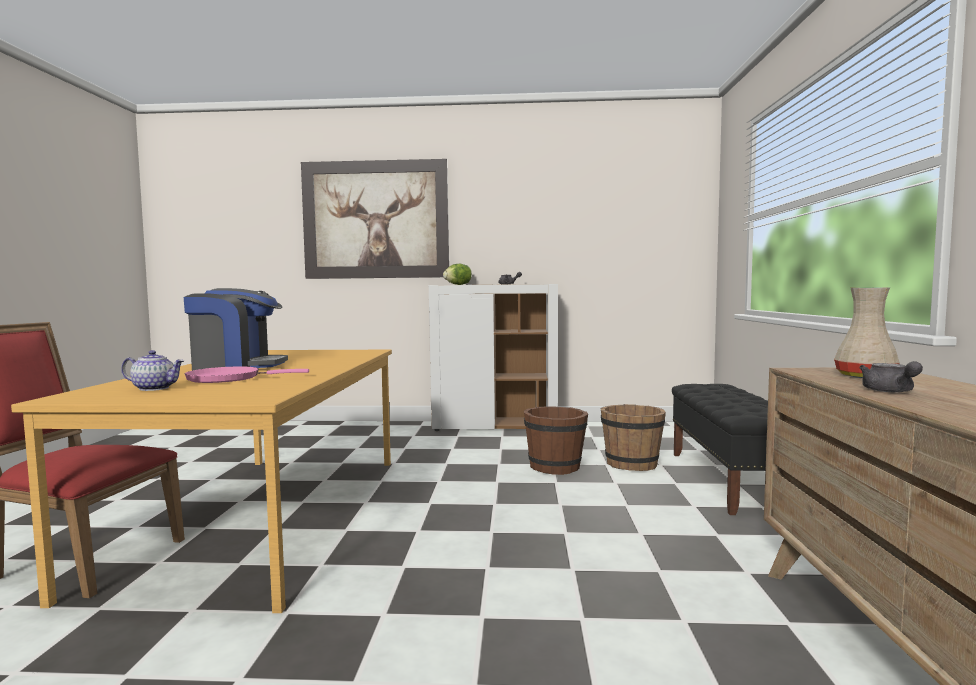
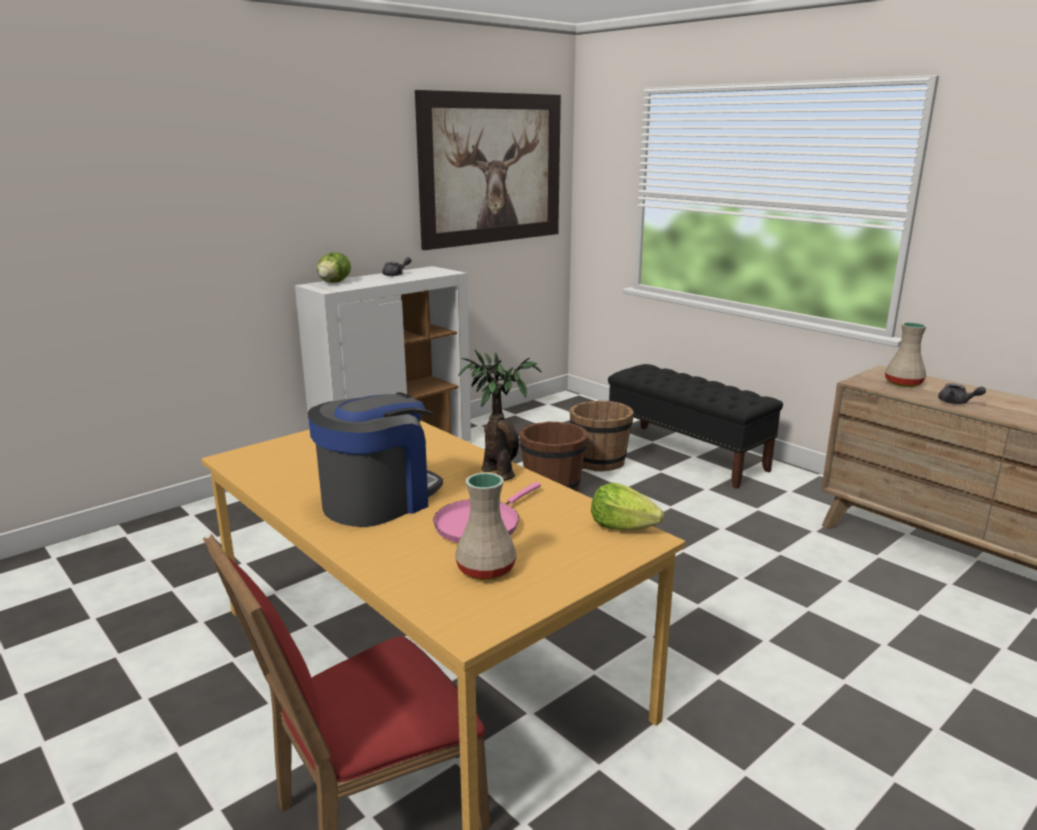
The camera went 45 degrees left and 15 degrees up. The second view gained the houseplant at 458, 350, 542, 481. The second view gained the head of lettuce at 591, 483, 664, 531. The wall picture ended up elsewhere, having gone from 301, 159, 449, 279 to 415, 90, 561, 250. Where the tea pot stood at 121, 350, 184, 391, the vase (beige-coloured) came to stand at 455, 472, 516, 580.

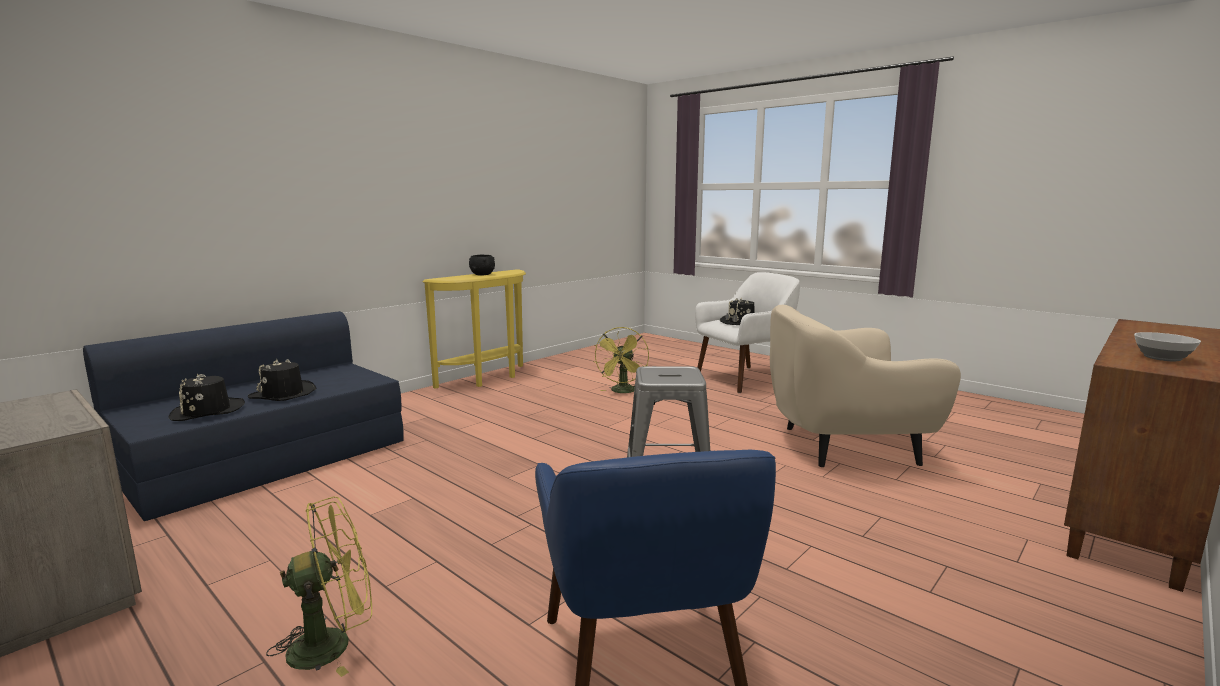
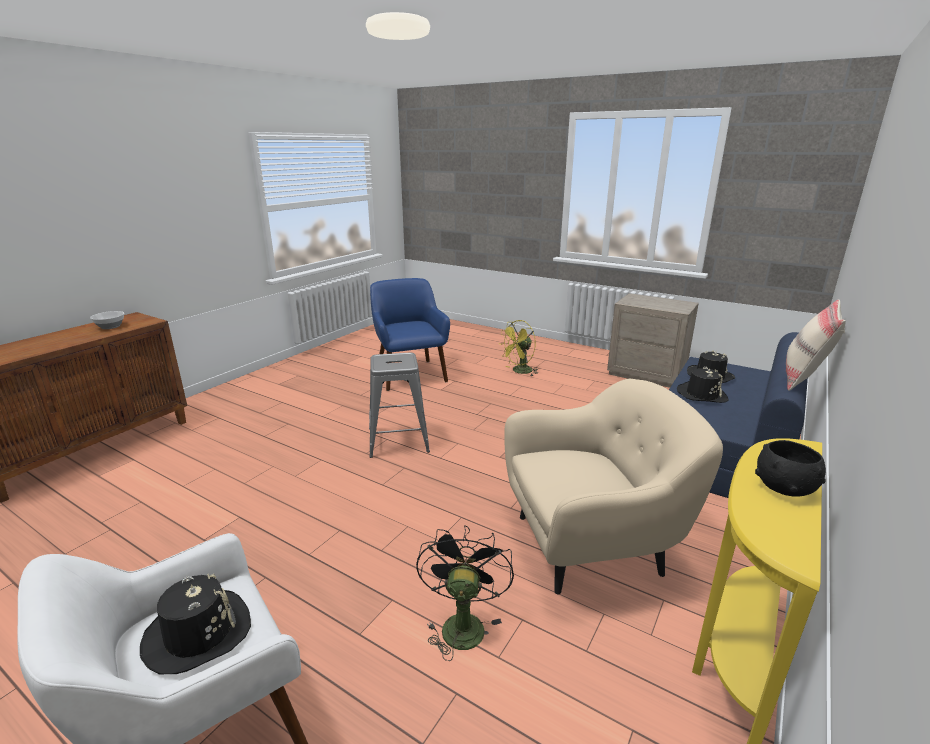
The camera went 170 degrees right and 10 degrees up. The second view gained the cushion (beige-coloured) at 786, 299, 846, 391. The armchair (beige-coloured) ended up elsewhere, having gone from 770, 305, 961, 467 to 505, 379, 723, 595. What was the fan (yellow-coloured) at 593, 327, 649, 393 turned into the fan (black) at 416, 525, 514, 661.

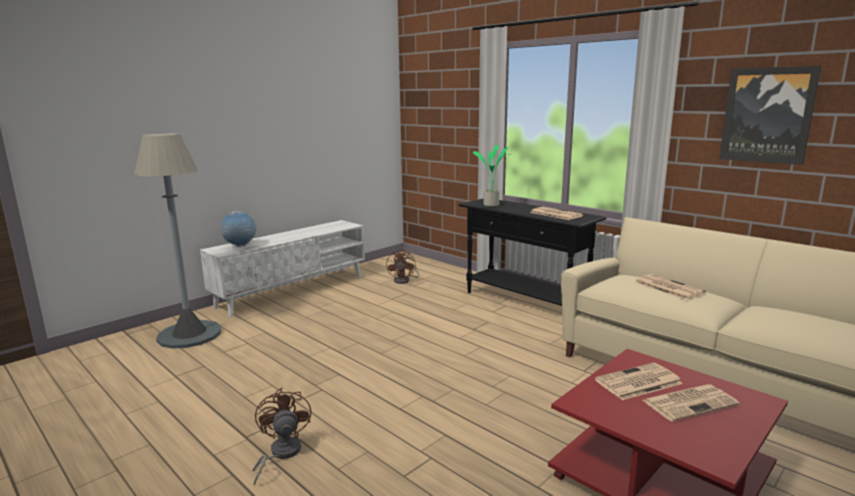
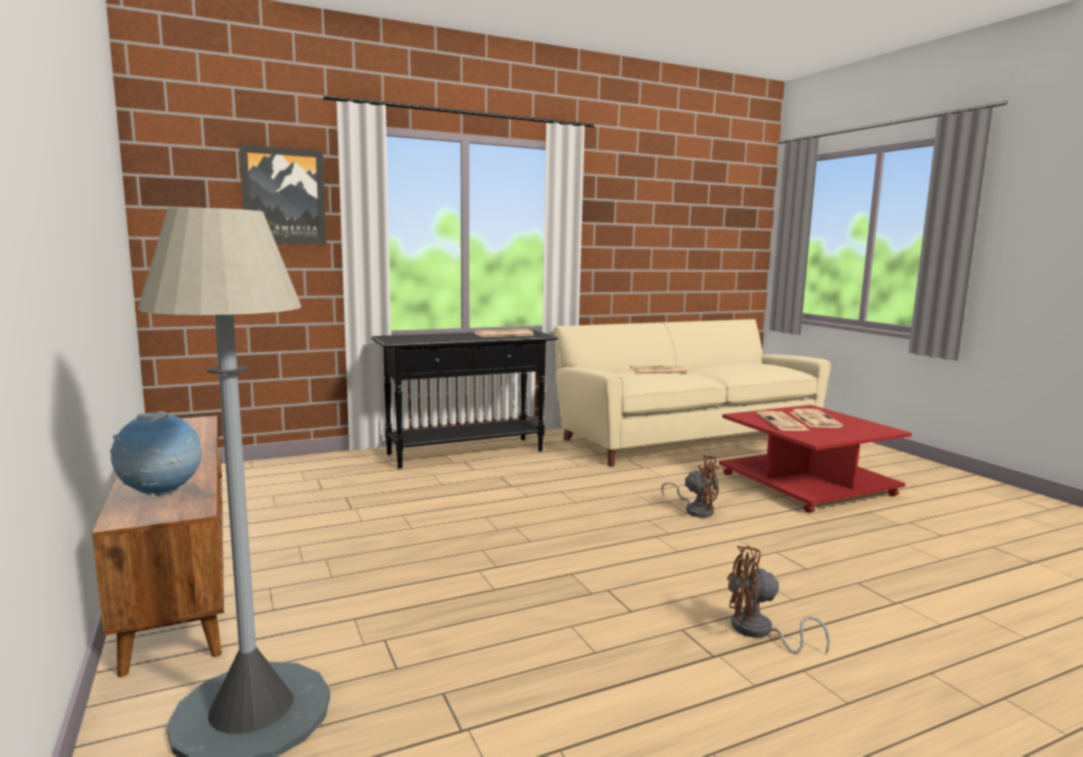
The camera went 70 degrees left and 5 degrees down. The second view lost the houseplant at 473, 145, 512, 207. The fan (brown-coloured) ended up elsewhere, having gone from 386, 249, 419, 284 to 661, 455, 719, 517. The wall picture ended up elsewhere, having gone from 719, 66, 821, 165 to 239, 144, 326, 245. What was the media console (white-coloured) at 200, 220, 365, 318 turned into the media console (brown-coloured) at 92, 416, 224, 677.

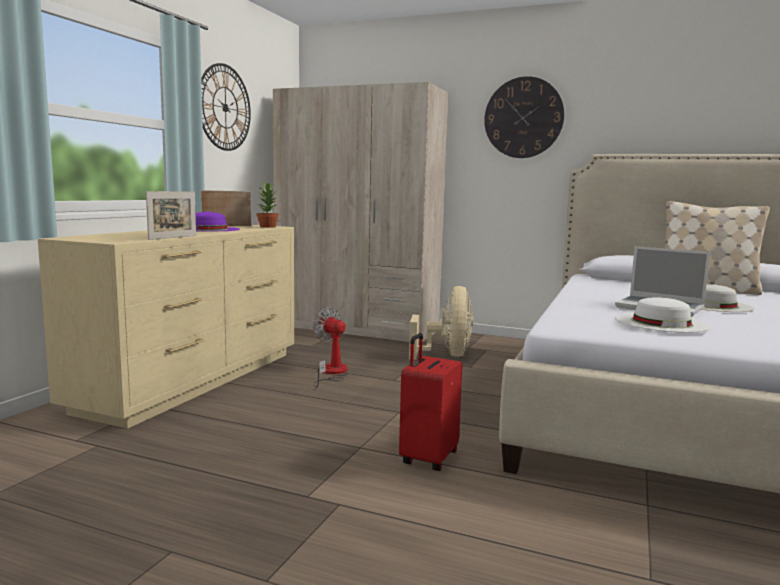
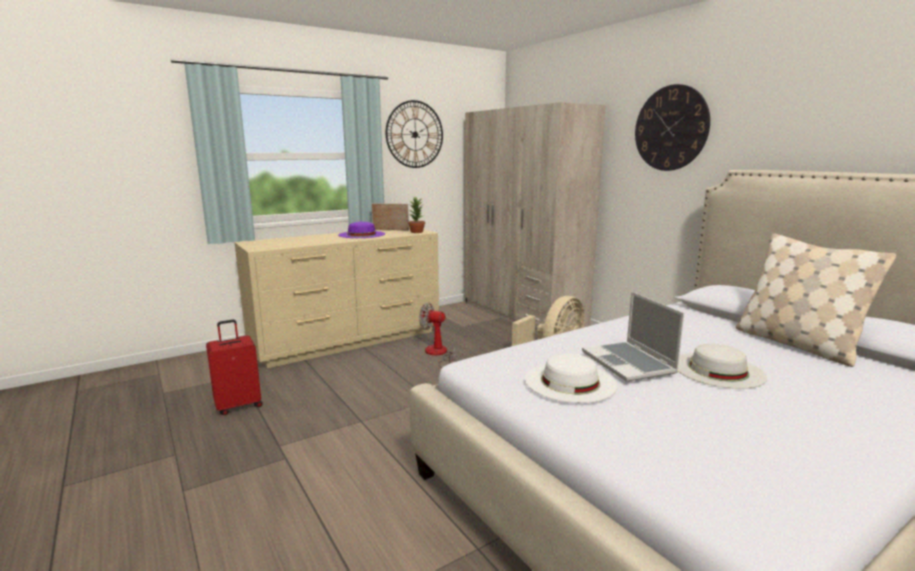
The camera went 35 degrees right and 5 degrees up. The second view lost the photo frame at 146, 191, 196, 240. The suitcase (red) ended up elsewhere, having gone from 399, 333, 463, 471 to 206, 320, 263, 415. The fan at 313, 307, 348, 388 ended up facing another way, 60 degrees counterclockwise from before.

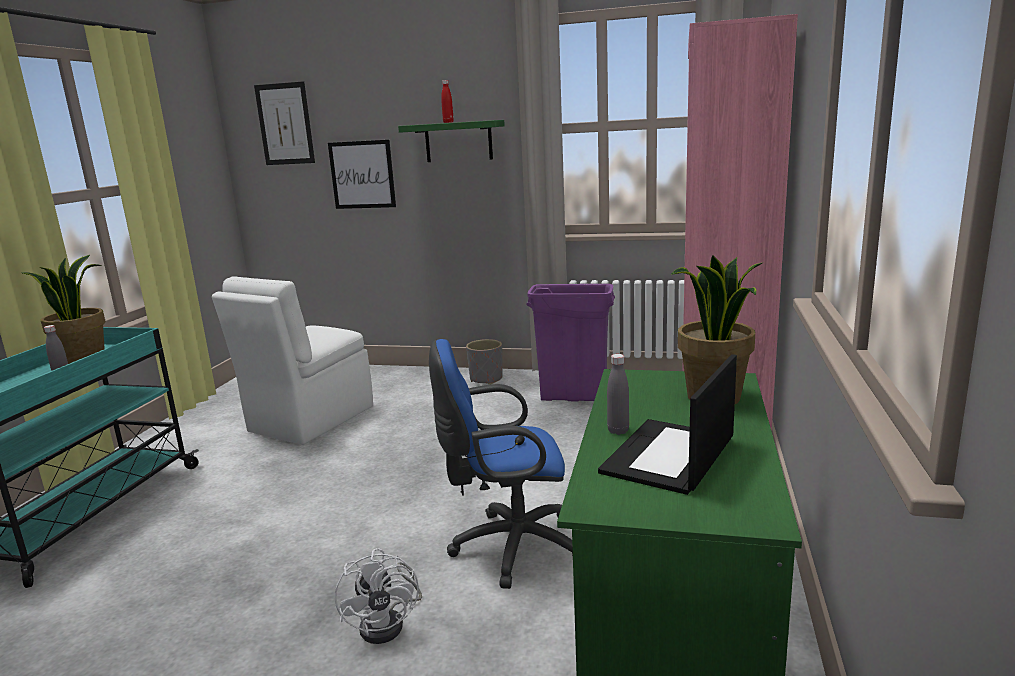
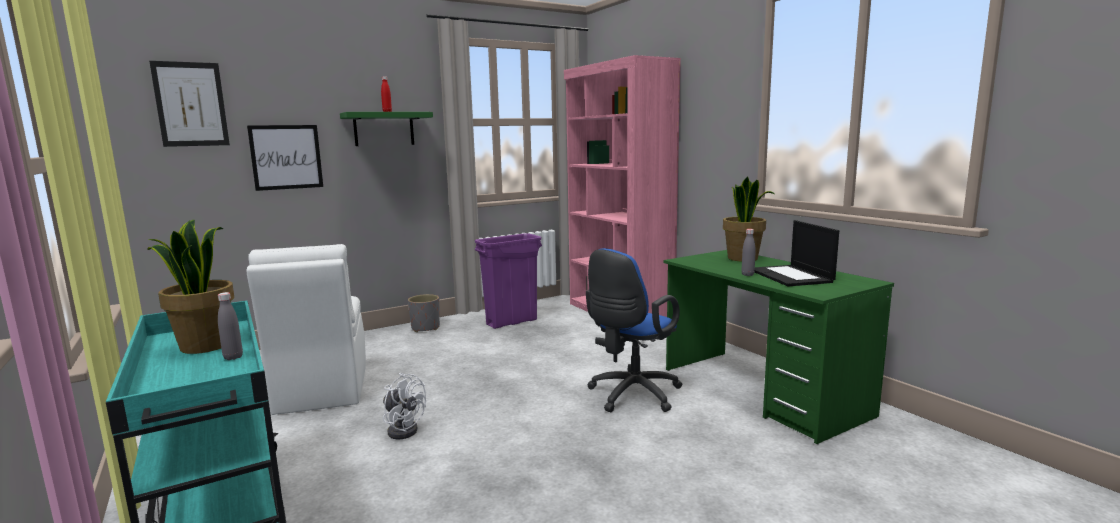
The camera went 45 degrees left and 5 degrees down. The fan (white-coloured) ended up elsewhere, having gone from 335, 548, 422, 644 to 383, 373, 426, 439.

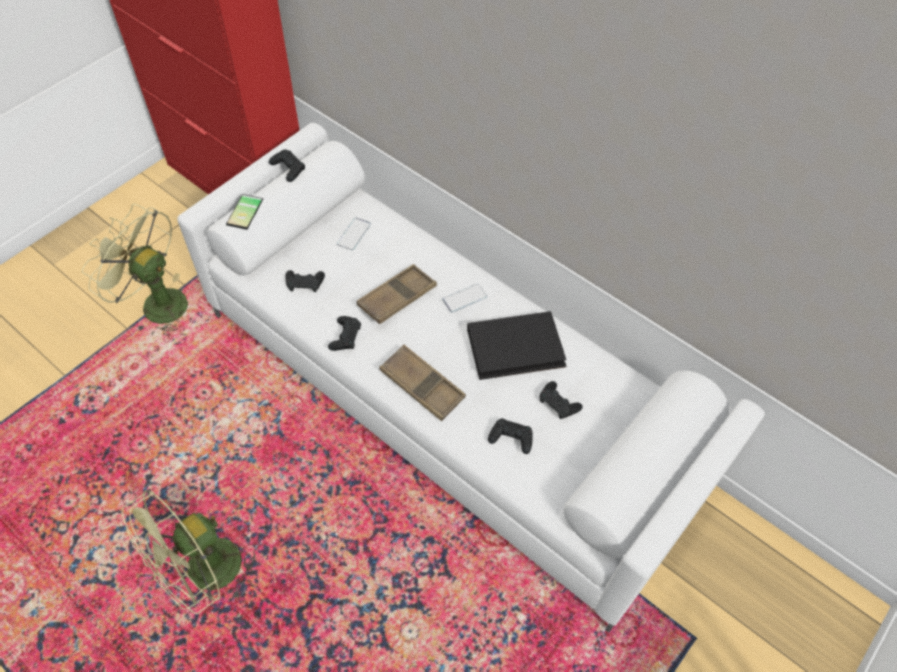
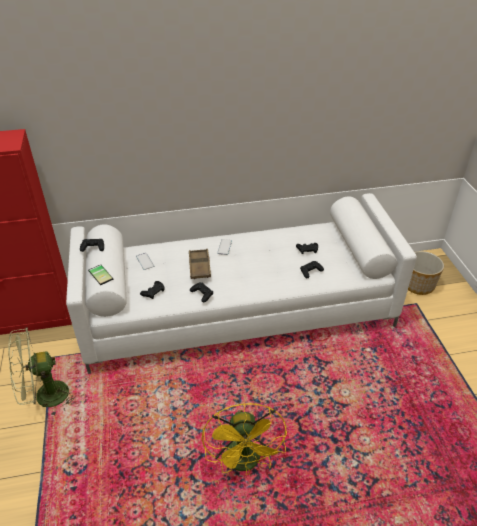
The camera went 50 degrees left and 15 degrees down. The second view lost the carrying tray (brown-coloured) at 379, 345, 466, 421. The second view lost the volume (black) at 467, 311, 567, 380. The second view gained the planter at 408, 251, 444, 295. What was the fan (greenish) at 121, 489, 256, 614 turned into the fan (yellow-coloured) at 202, 403, 287, 476.

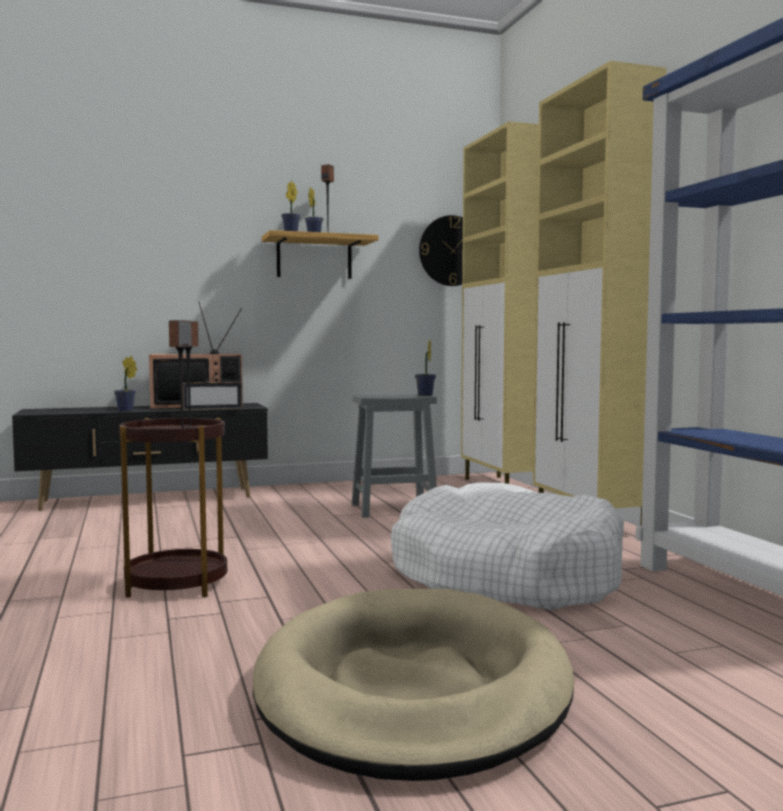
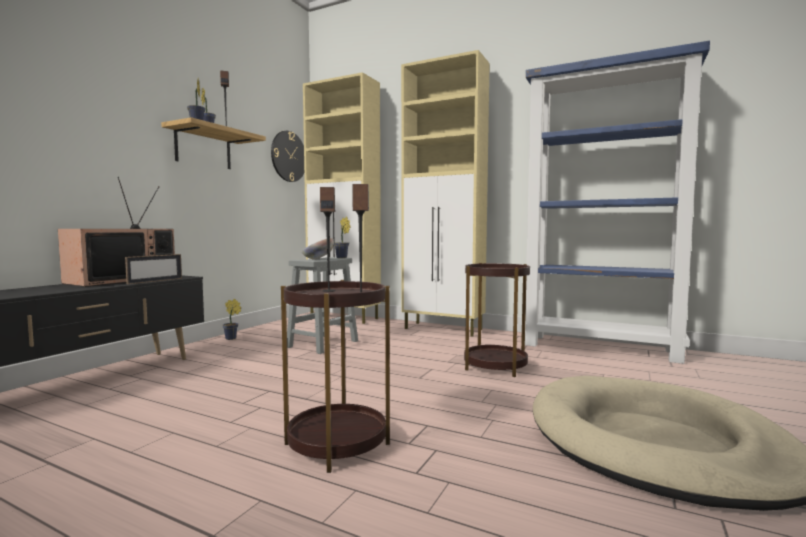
The camera went 45 degrees left and 0 degrees up. The second view gained the serving bowl at 302, 238, 334, 260. The houseplant ended up elsewhere, having gone from 114, 356, 137, 412 to 223, 299, 241, 340. Where the dog bed (white-coloured) stood at 391, 482, 624, 610, the end table (brown-coloured) came to stand at 464, 263, 530, 377.

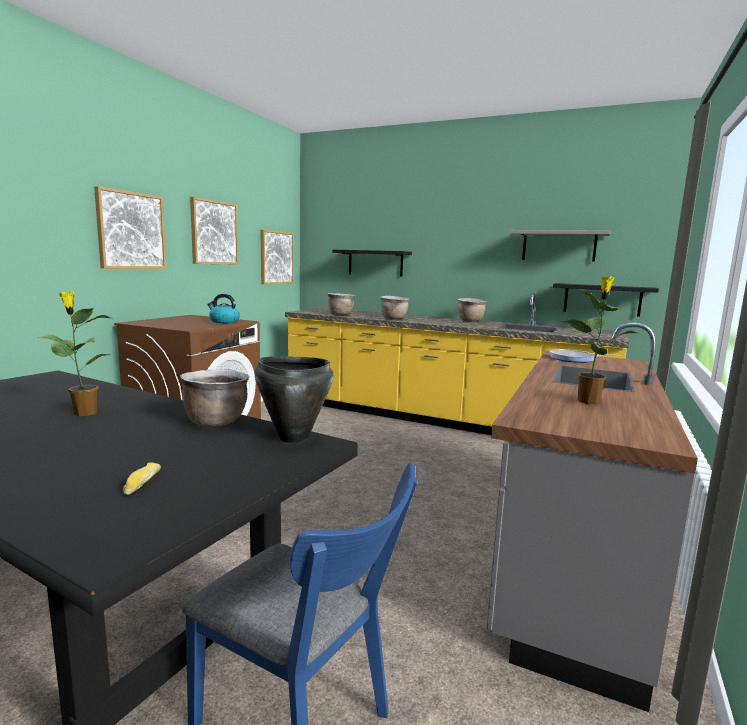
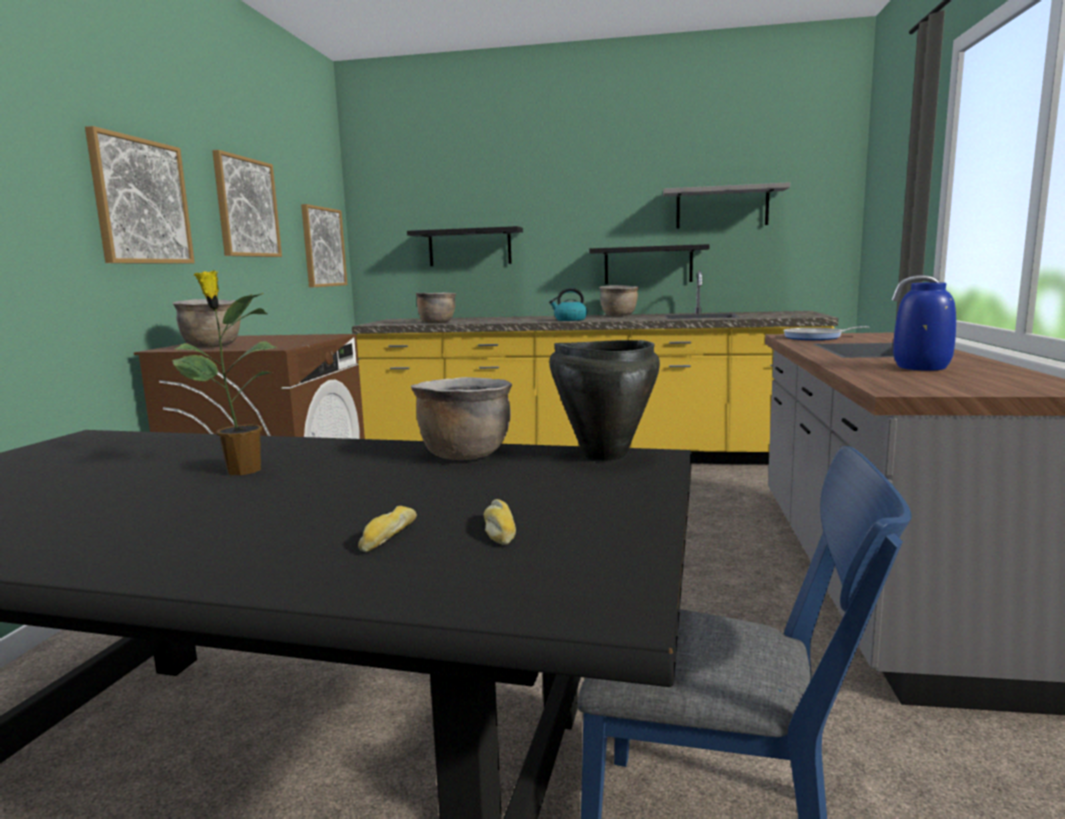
The camera went 15 degrees left and 0 degrees up. The second view gained the bread at 358, 506, 417, 552. The kettle ended up elsewhere, having gone from 207, 294, 240, 323 to 549, 288, 587, 321. The saucepot (brown-coloured) ended up elsewhere, having gone from 380, 296, 409, 319 to 173, 299, 241, 348. The shelf (black) ended up elsewhere, having gone from 553, 283, 659, 317 to 589, 244, 710, 284. Where the houseplant stood at 561, 276, 637, 404, the vase (bluish) came to stand at 893, 282, 956, 371.

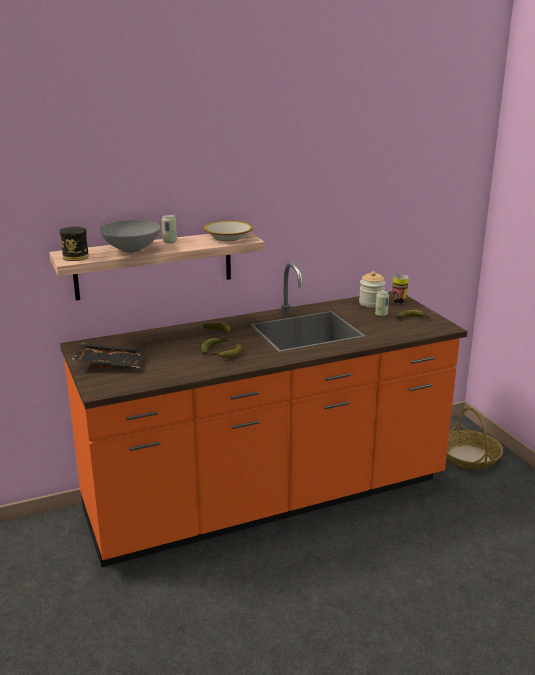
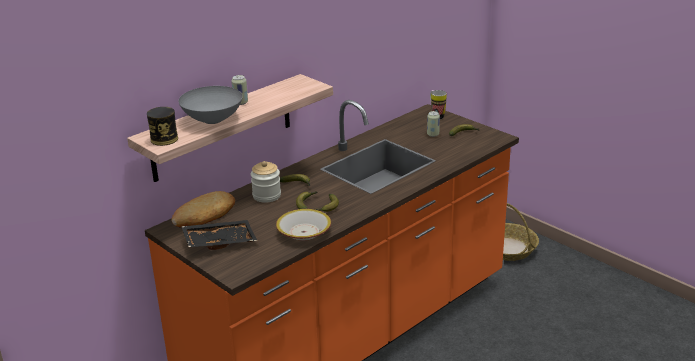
The camera went 20 degrees left and 5 degrees up. The second view gained the bread at 171, 191, 235, 228. The serving bowl ended up elsewhere, having gone from 203, 221, 253, 241 to 276, 209, 331, 241. The storage jar ended up elsewhere, having gone from 359, 271, 386, 308 to 251, 161, 281, 203.

